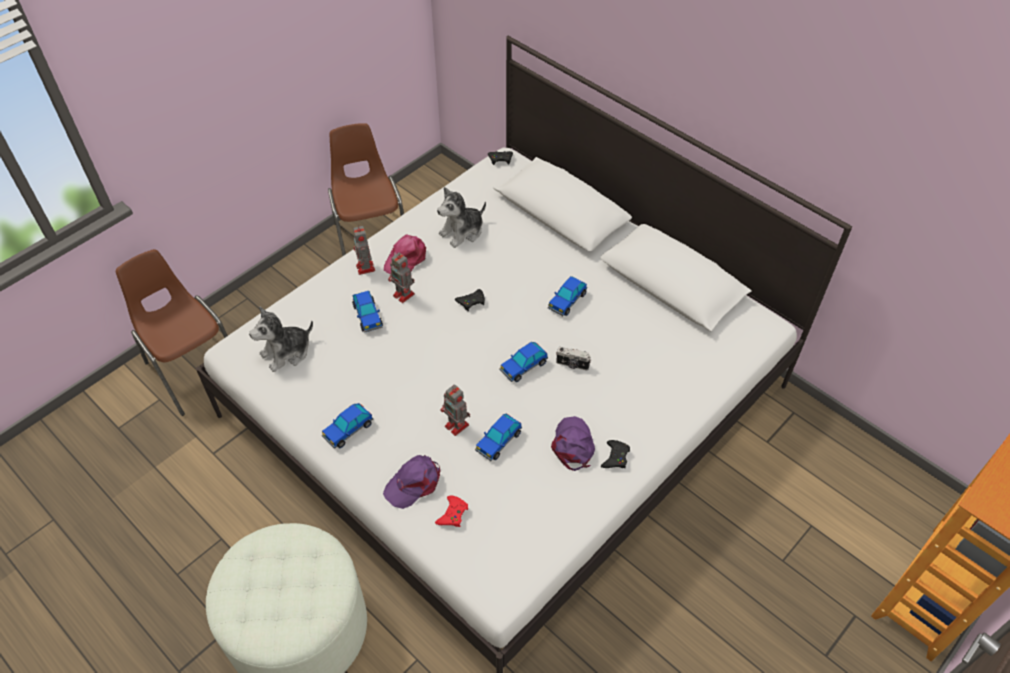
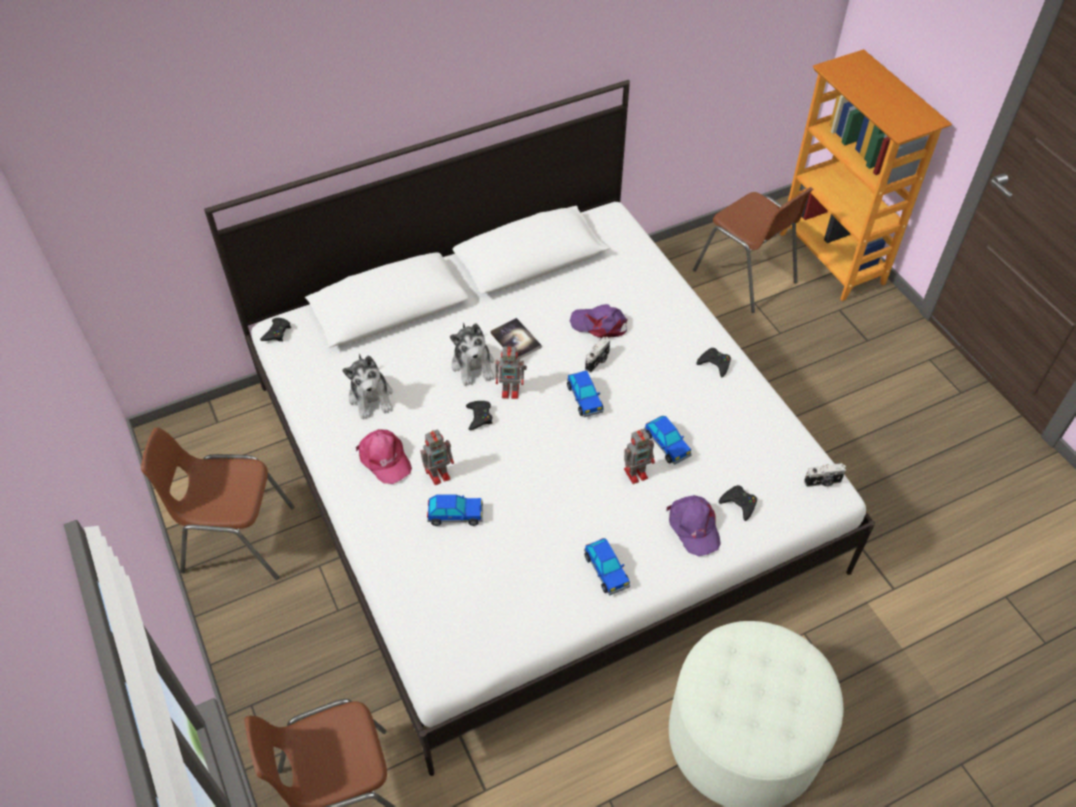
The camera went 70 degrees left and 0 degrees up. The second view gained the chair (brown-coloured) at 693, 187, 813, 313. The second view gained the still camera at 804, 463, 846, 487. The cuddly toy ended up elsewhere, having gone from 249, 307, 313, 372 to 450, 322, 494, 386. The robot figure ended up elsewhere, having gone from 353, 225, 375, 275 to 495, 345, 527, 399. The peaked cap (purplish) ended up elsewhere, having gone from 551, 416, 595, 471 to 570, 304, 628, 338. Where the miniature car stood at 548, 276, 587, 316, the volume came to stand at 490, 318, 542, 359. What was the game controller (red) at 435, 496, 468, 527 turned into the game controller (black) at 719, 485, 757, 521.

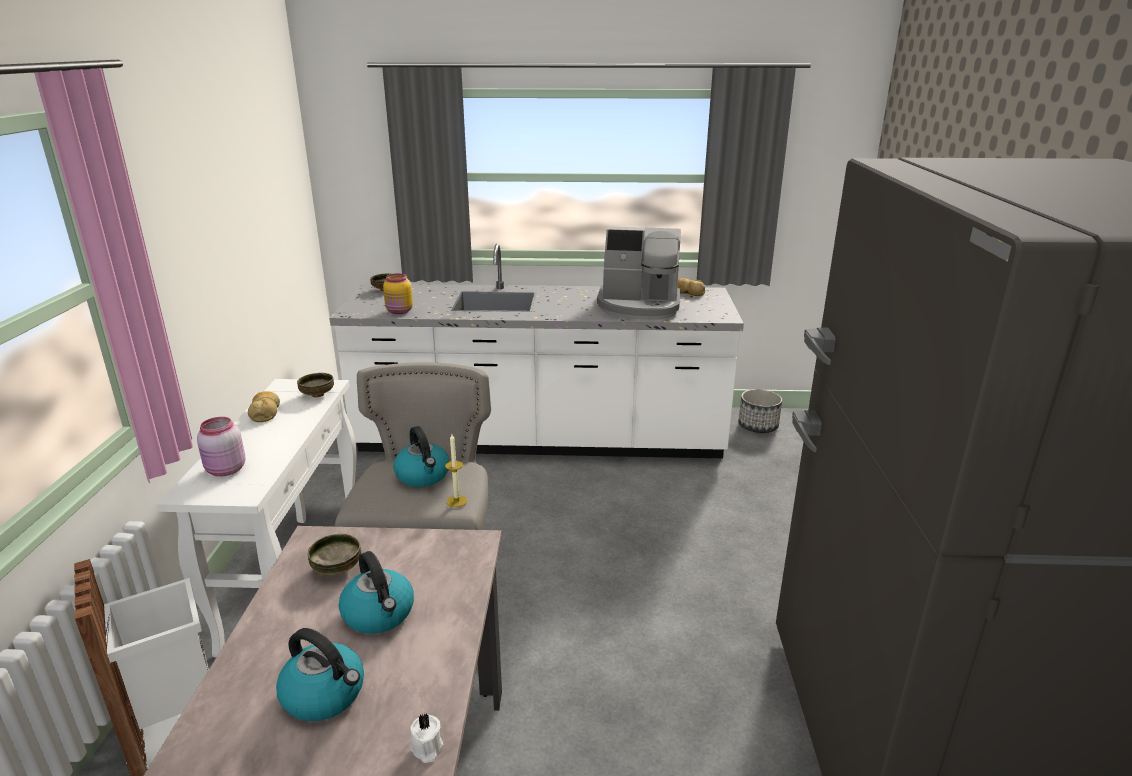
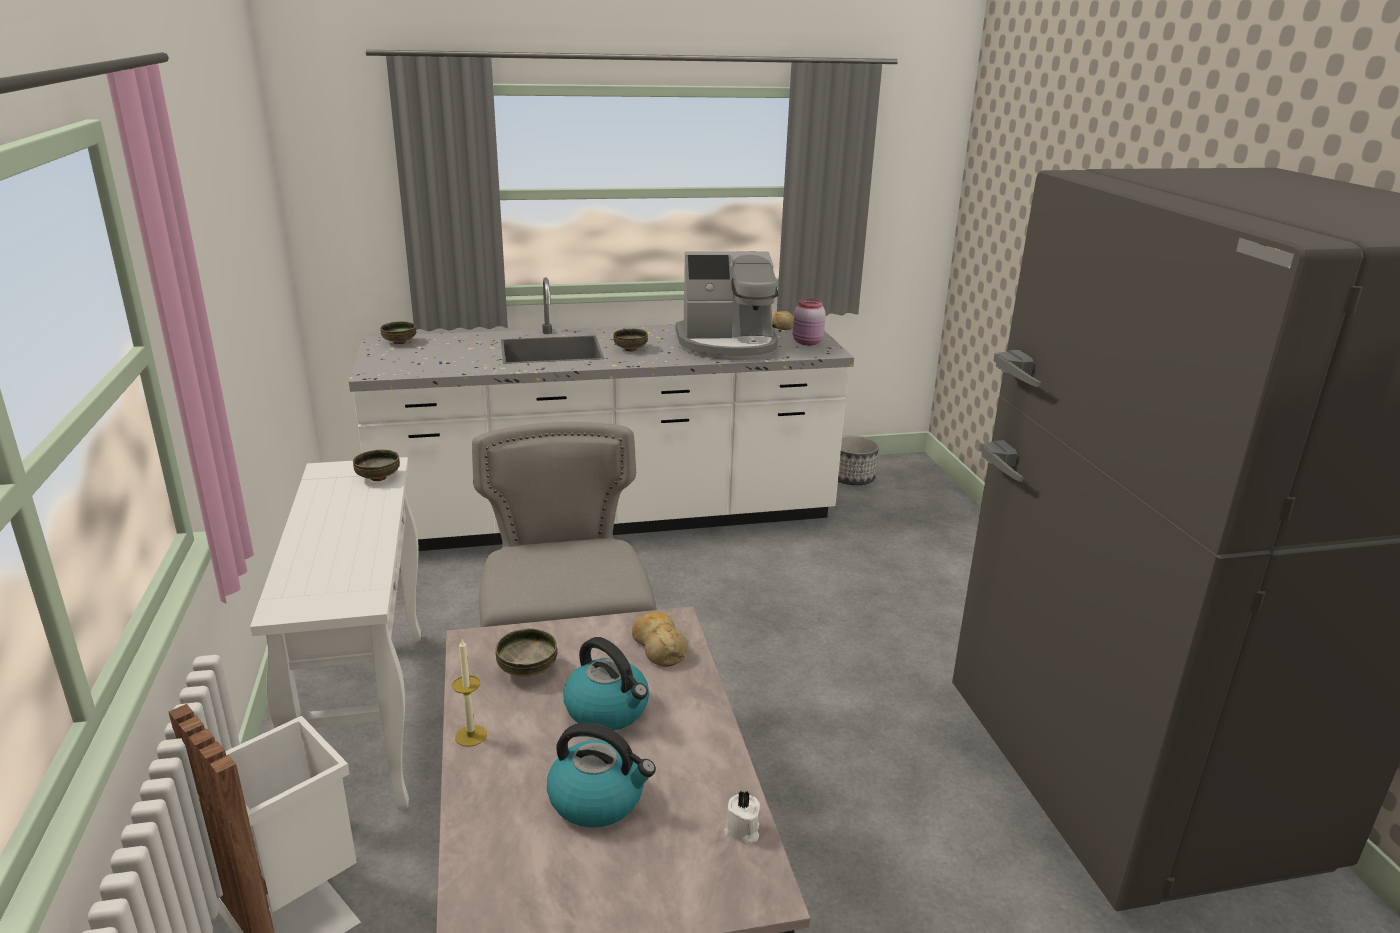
The camera went 15 degrees left and 0 degrees up. The second view lost the storage jar (yellow-coloured) at 383, 273, 413, 314. The second view lost the kettle at 393, 426, 450, 487. The second view gained the serving bowl at 613, 328, 648, 352. The storage jar (pink) ended up elsewhere, having gone from 197, 417, 246, 476 to 793, 298, 826, 345. The bread ended up elsewhere, having gone from 248, 391, 280, 422 to 632, 612, 687, 667. The candle ended up elsewhere, having gone from 445, 434, 467, 507 to 452, 639, 487, 747.

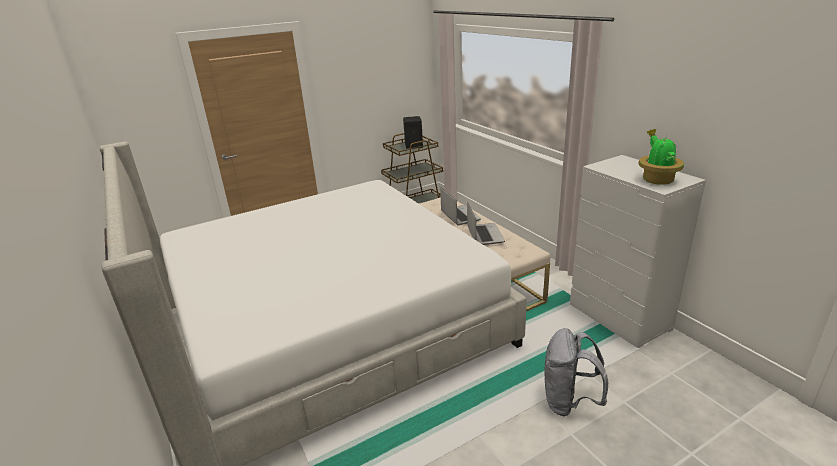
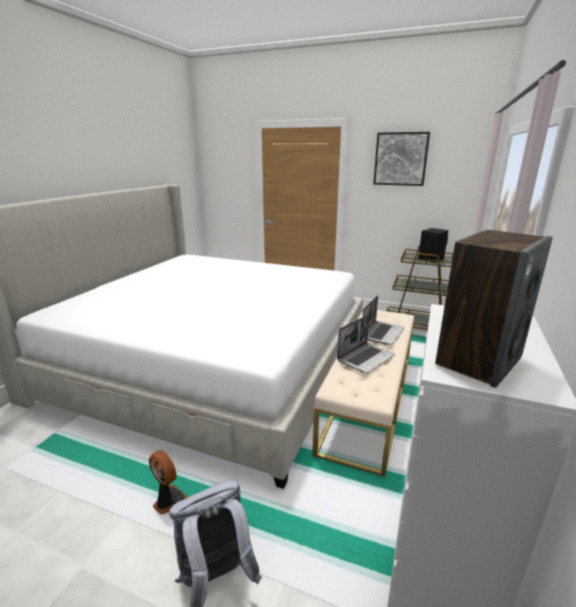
The camera went 50 degrees right and 5 degrees down. The second view gained the fan at 149, 450, 188, 515. The second view gained the wall picture at 373, 132, 430, 186. Where the houseplant stood at 638, 129, 684, 185, the audio speaker came to stand at 435, 230, 553, 388.

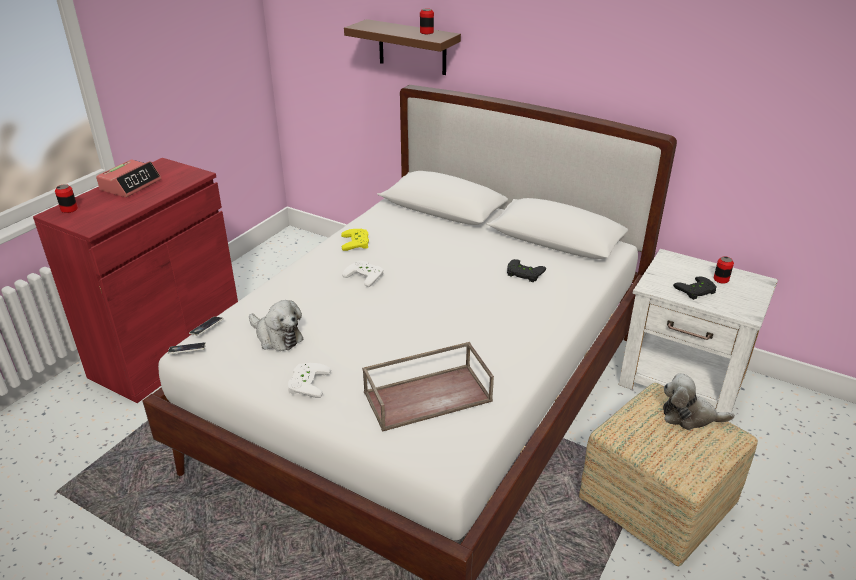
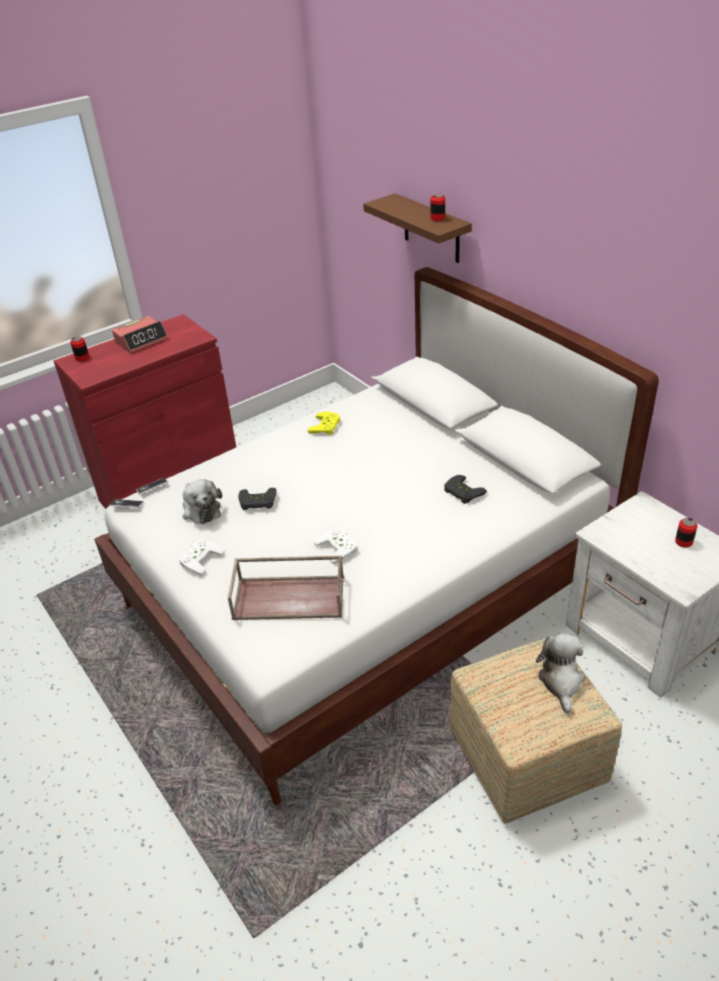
The camera went 25 degrees right and 5 degrees up. The game controller (white-coloured) ended up elsewhere, having gone from 342, 261, 384, 287 to 314, 528, 357, 564. The game controller (black) ended up elsewhere, having gone from 673, 276, 717, 300 to 238, 488, 277, 510. The cuddly toy at 663, 373, 735, 430 ended up facing another way, 60 degrees clockwise from before.

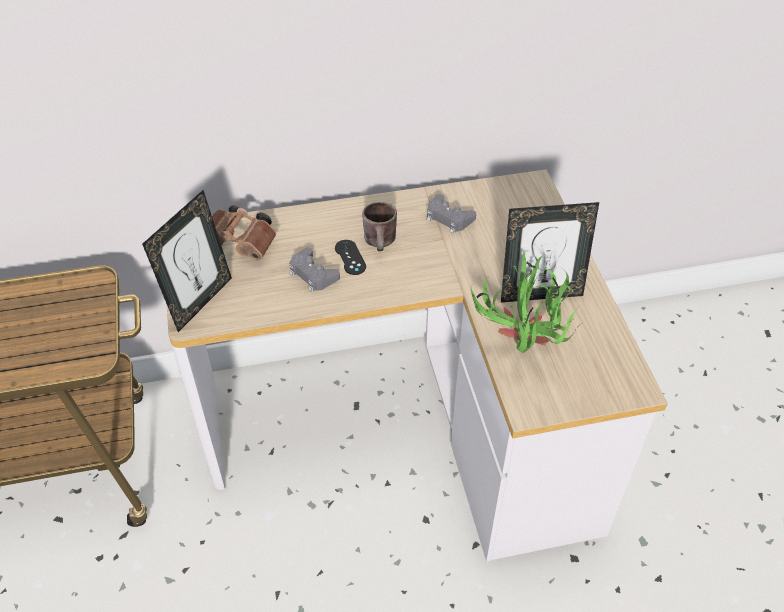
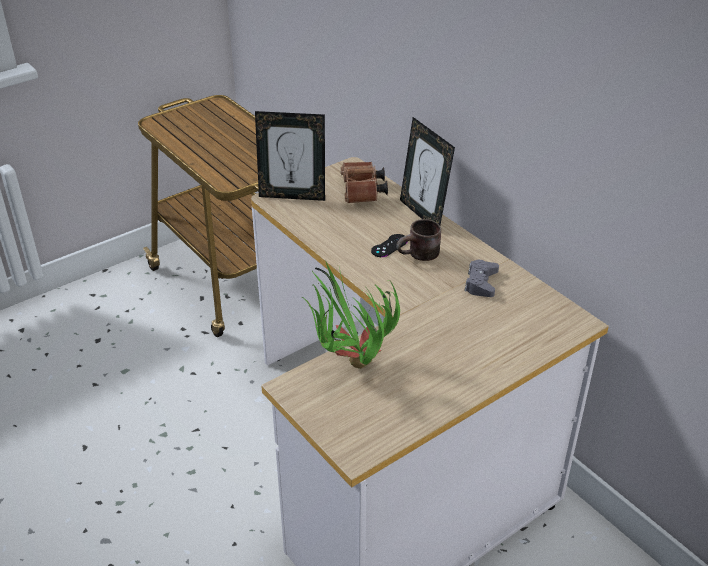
The camera went 65 degrees right and 10 degrees down. The second view lost the game controller (greyish) at 289, 248, 340, 292. The photo frame ended up elsewhere, having gone from 501, 202, 599, 303 to 400, 117, 455, 225.

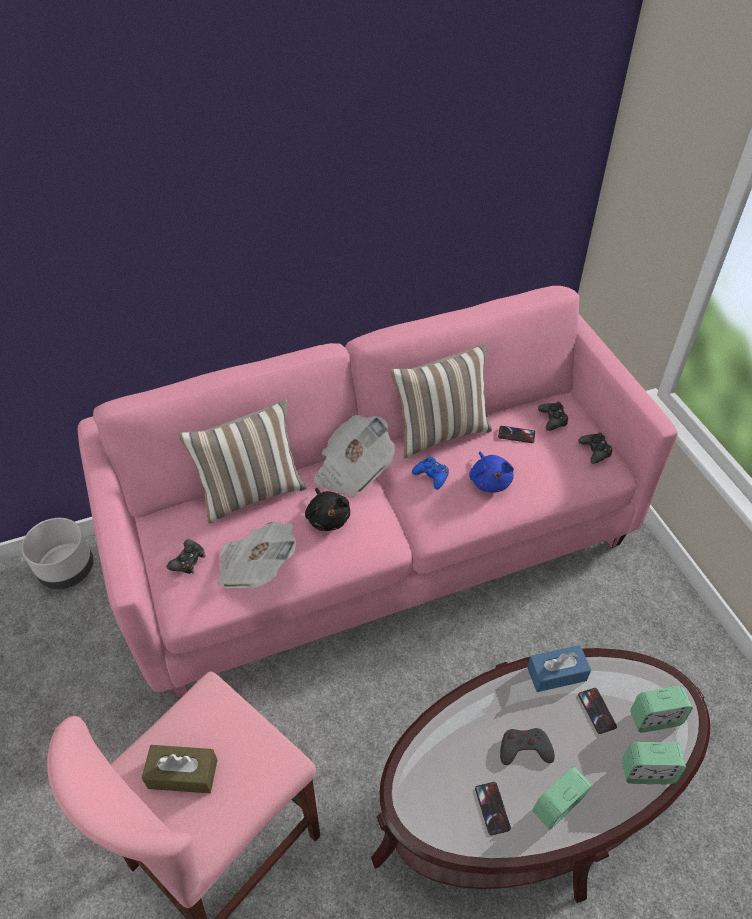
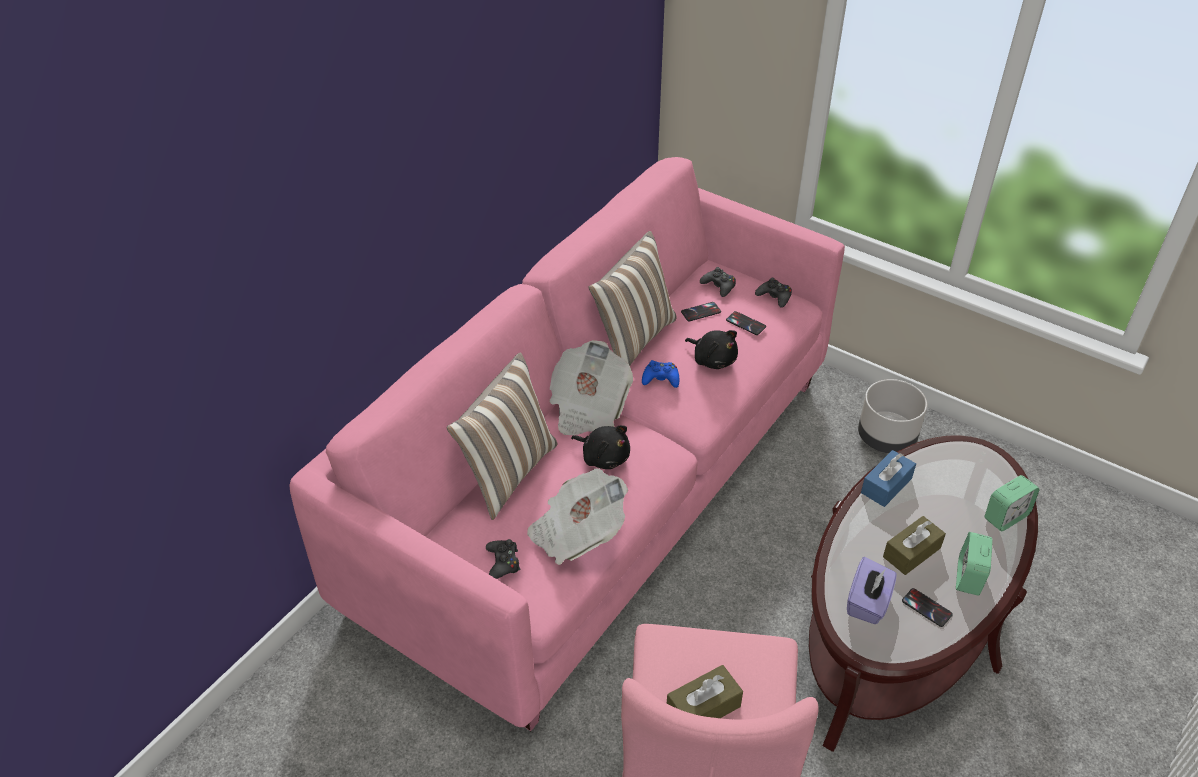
The camera went 35 degrees left and 5 degrees down. The second view lost the bedside clock at 630, 686, 693, 733. The second view gained the box of tissues (purplish) at 847, 557, 897, 624. The planter (greyish) ended up elsewhere, having gone from 22, 518, 94, 589 to 858, 379, 927, 453. The phone ended up elsewhere, having gone from 578, 688, 617, 734 to 726, 311, 766, 335. Where the game controller (greyish) stood at 500, 728, 555, 765, the box of tissues (brown-coloured) came to stand at 883, 516, 946, 575. What was the cuddly toy (bluish) at 469, 452, 514, 492 turned into the cuddly toy (black) at 685, 330, 738, 369.

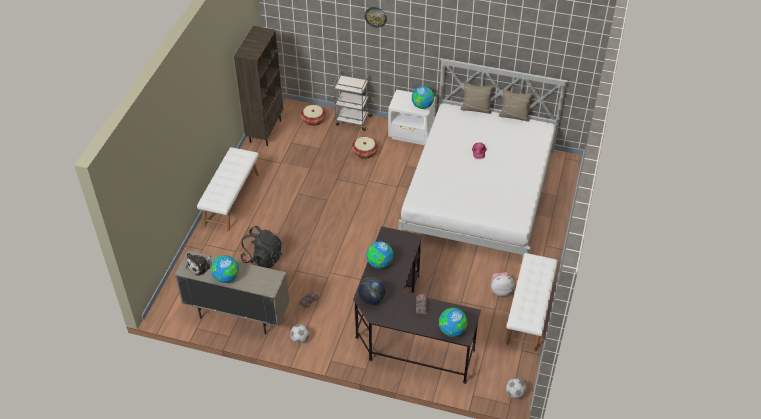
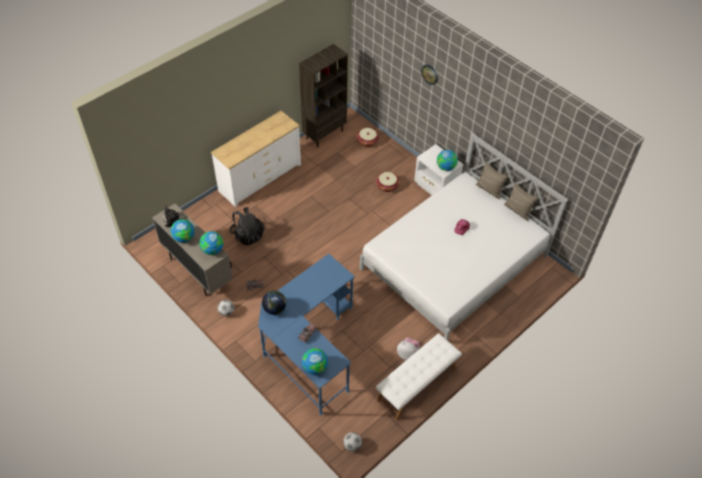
The camera went 30 degrees right and 5 degrees up. The second view lost the wheeled cart (greyish) at 334, 70, 374, 131. The globe ended up elsewhere, having gone from 367, 241, 393, 269 to 199, 231, 224, 255. Where the long seat (white-coloured) stood at 197, 147, 259, 231, the dresser (white-coloured) came to stand at 211, 111, 301, 207. What was the desk (black) at 353, 226, 481, 384 turned into the desk (bluish) at 258, 254, 355, 415.

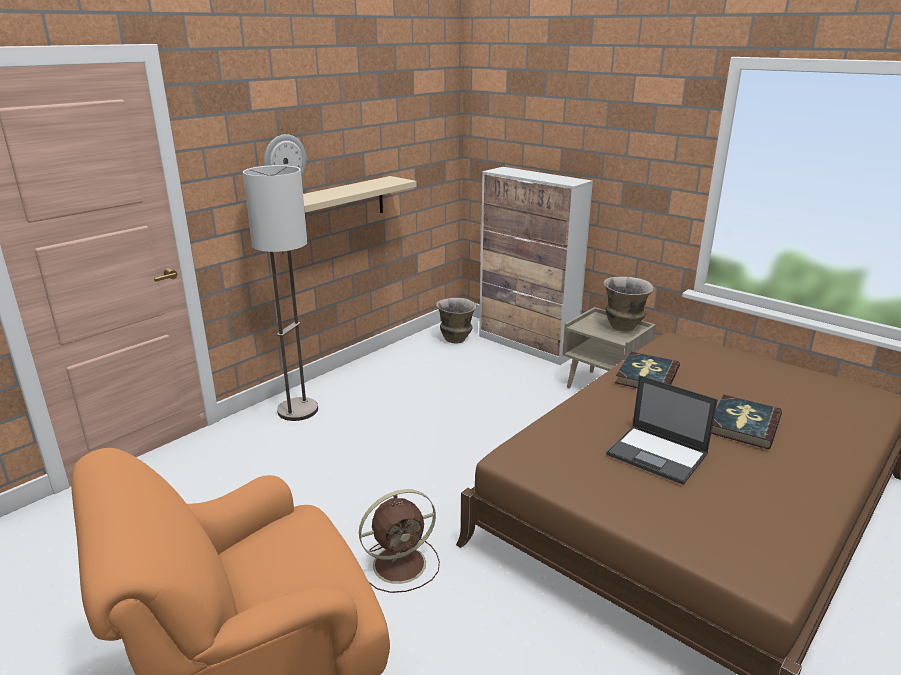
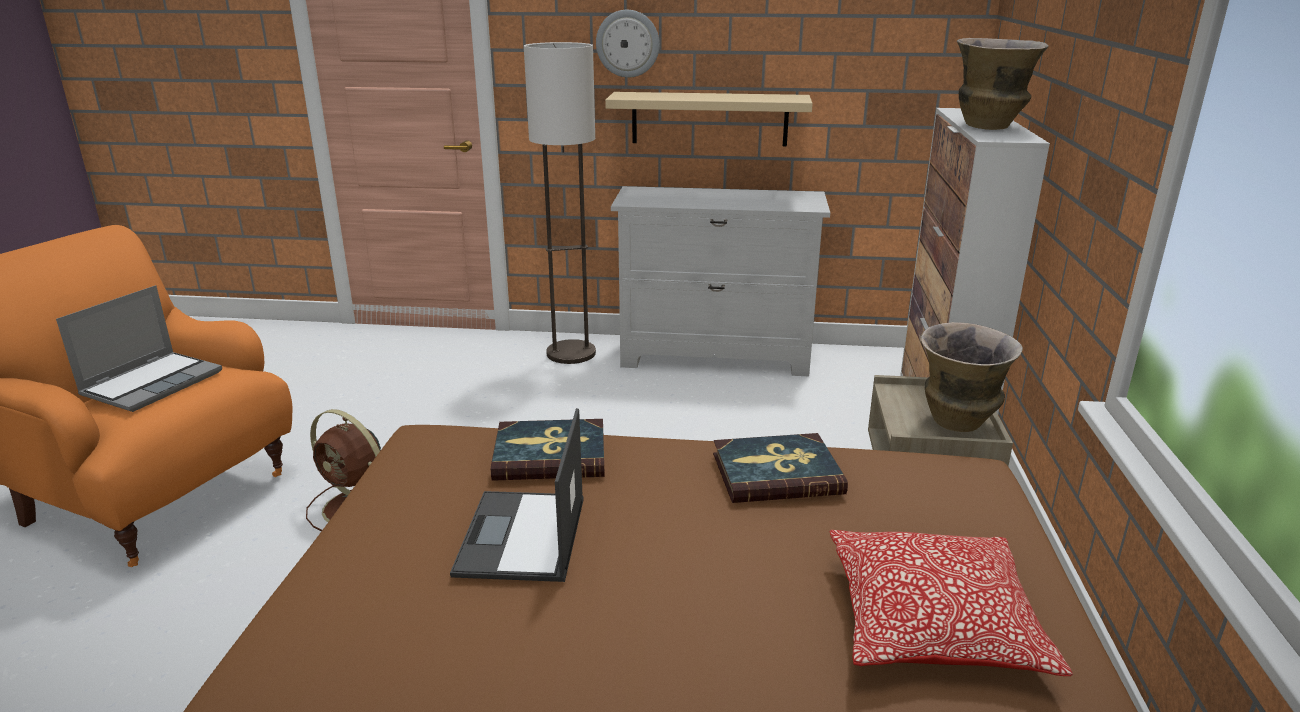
The camera went 55 degrees right and 0 degrees up. The second view gained the laptop at 56, 285, 222, 412. The second view gained the dresser (white-coloured) at 611, 186, 830, 376. The second view gained the cushion at 829, 530, 1073, 676. The vase ended up elsewhere, having gone from 436, 298, 477, 344 to 957, 38, 1049, 130. The volume ended up elsewhere, having gone from 711, 395, 782, 449 to 491, 419, 605, 481.

